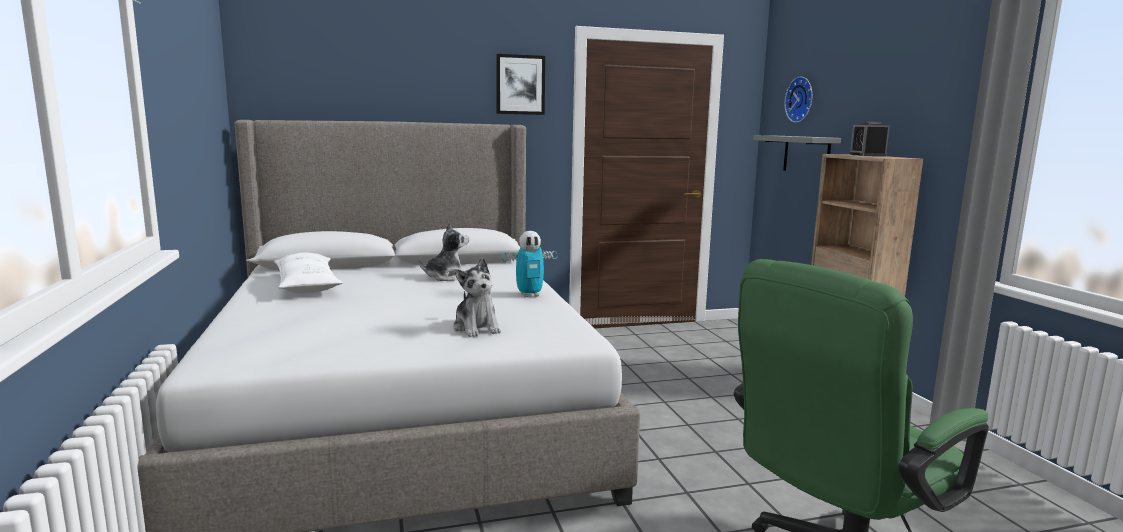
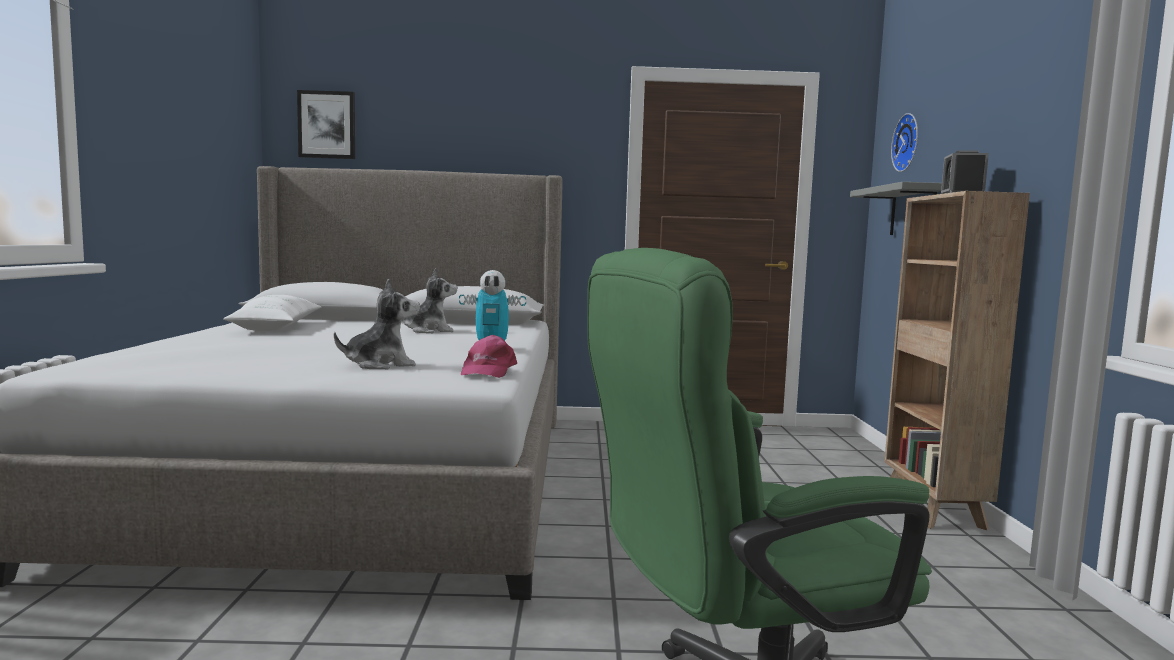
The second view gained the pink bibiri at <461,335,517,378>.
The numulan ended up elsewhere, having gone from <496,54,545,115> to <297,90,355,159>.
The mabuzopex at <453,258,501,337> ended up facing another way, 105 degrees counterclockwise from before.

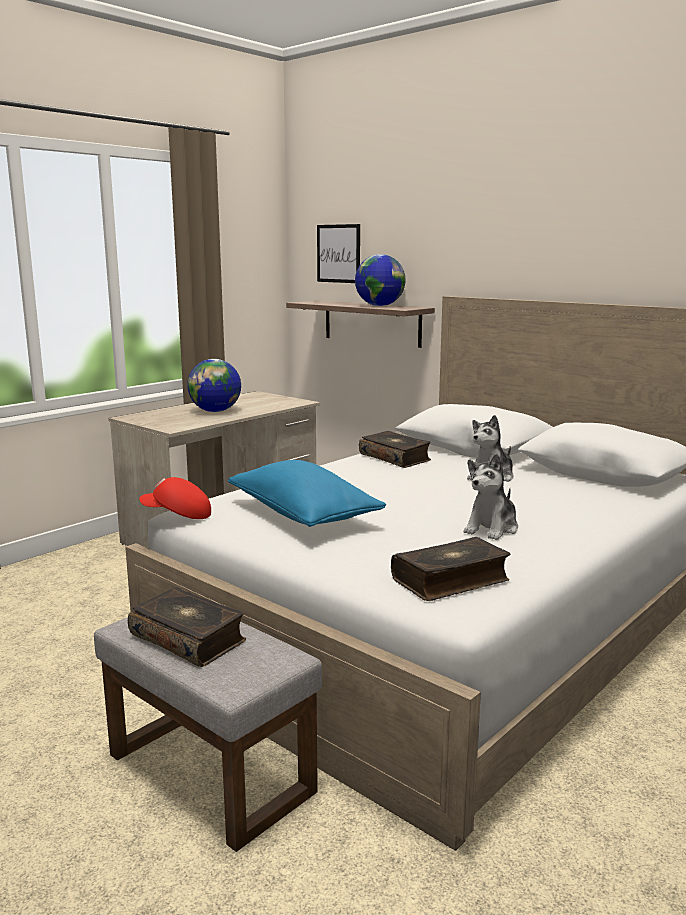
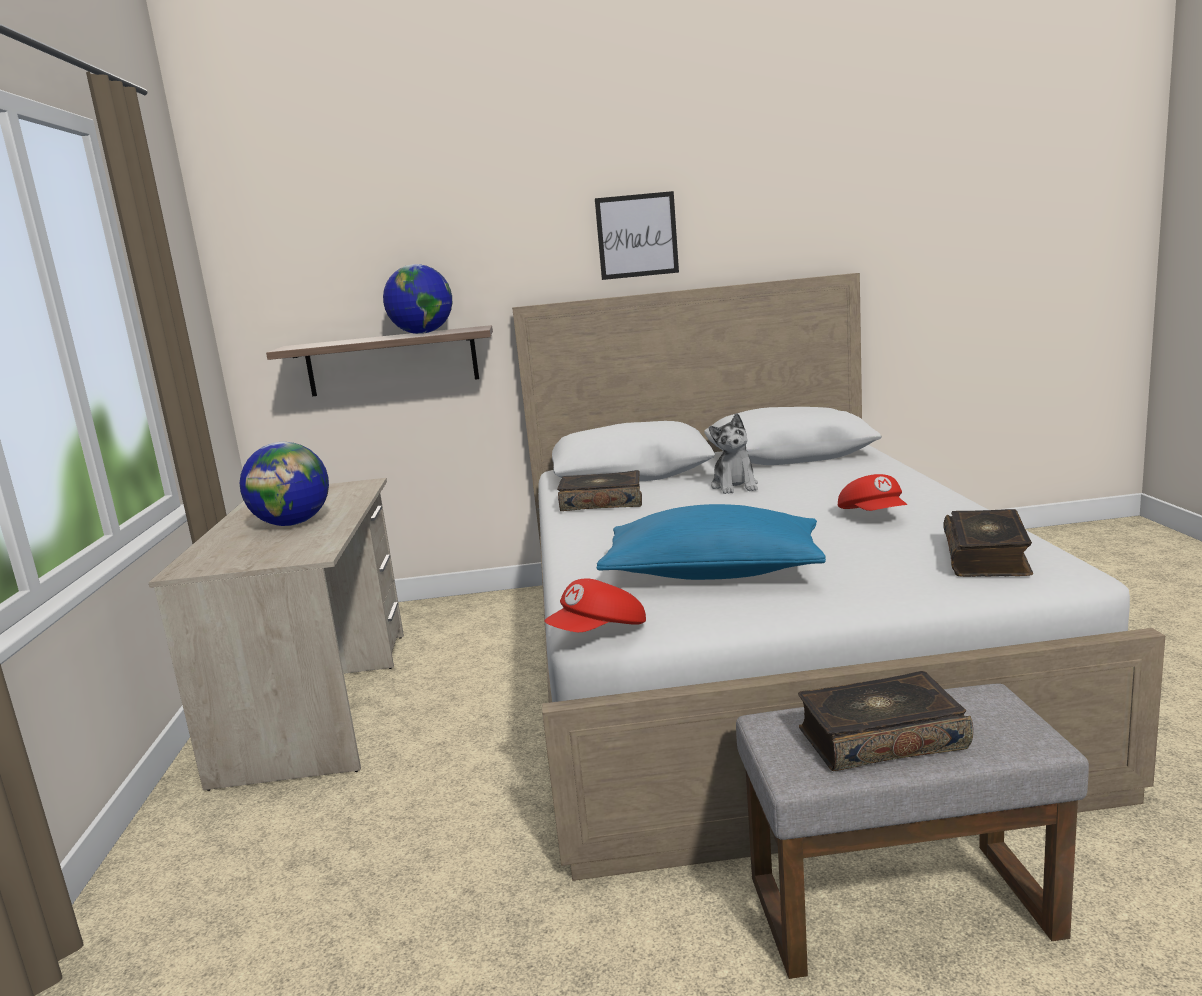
The numulan ended up elsewhere, having gone from <317,224,360,283> to <595,191,679,280>.
Where the mabuzopex stood at <464,454,518,540>, the red bibiri came to stand at <838,474,907,511>.

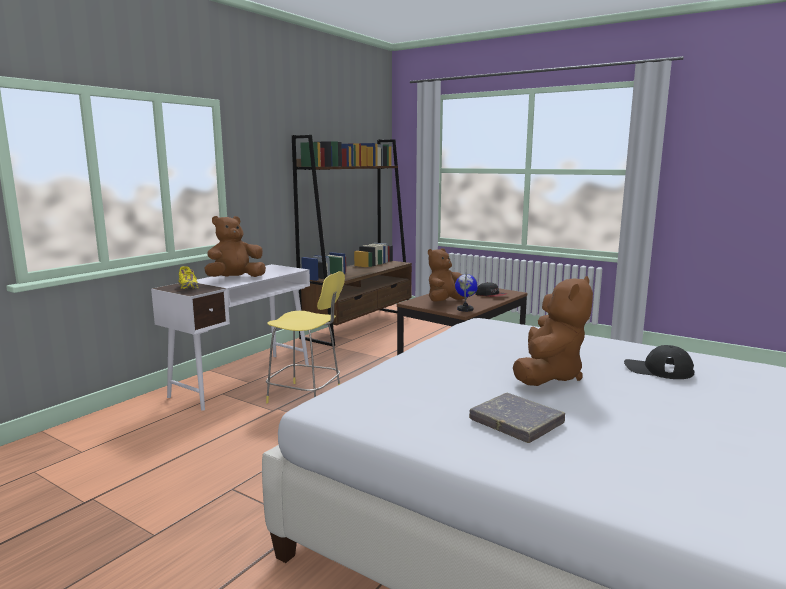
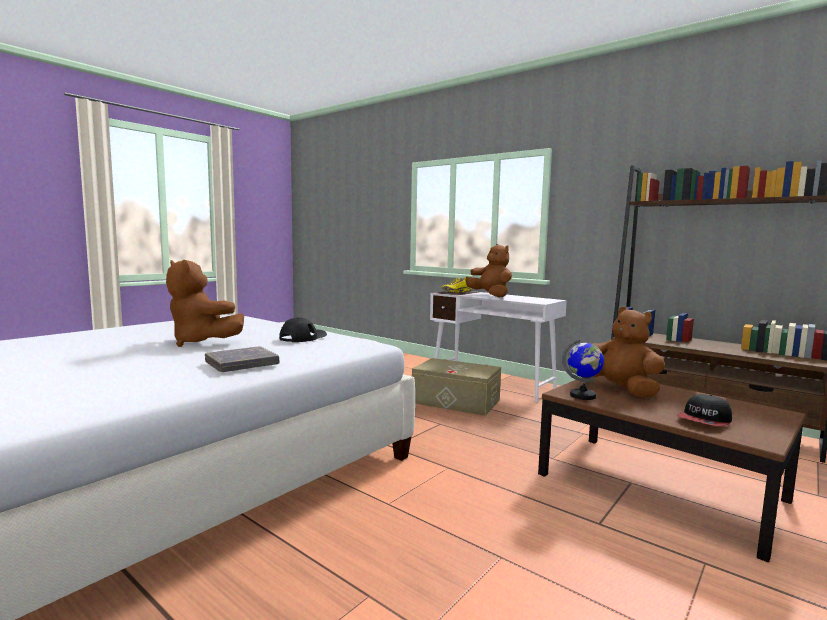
The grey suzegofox ended up elsewhere, having gone from <469,393,565,443> to <205,346,280,372>.
The black bibiri ended up elsewhere, having gone from <624,345,695,379> to <279,317,327,342>.
Where the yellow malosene stood at <266,271,345,403>, the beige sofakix came to stand at <412,358,501,416>.

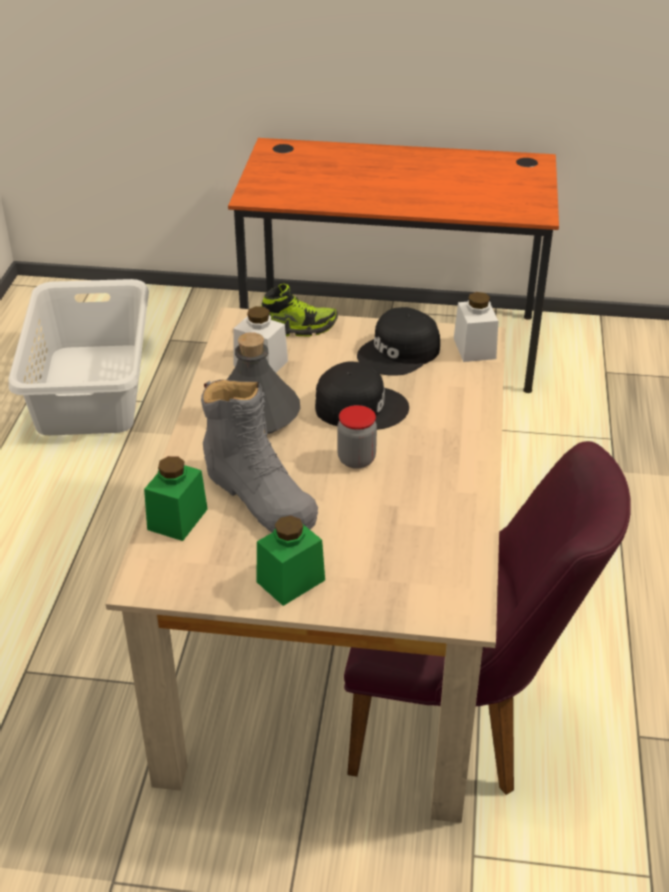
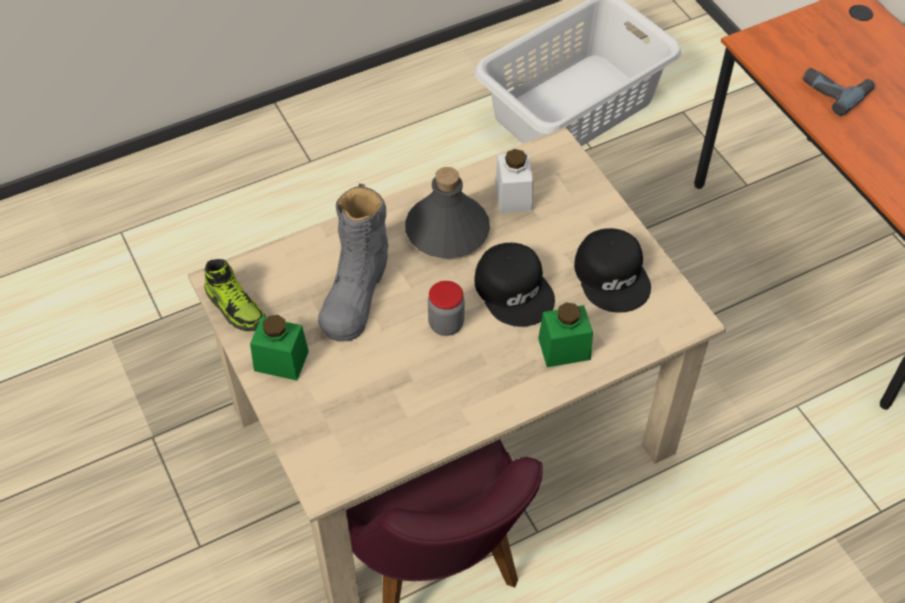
The second view lost the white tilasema at <454,292,498,362>.
The second view gained the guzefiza at <802,68,875,116>.
The green tilasema ended up elsewhere, having gone from <144,456,208,541> to <538,302,593,367>.
The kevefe ended up elsewhere, having gone from <261,284,338,337> to <204,259,266,332>.
The black bibiri at <357,307,440,376> ended up facing another way, 120 degrees counterclockwise from before.

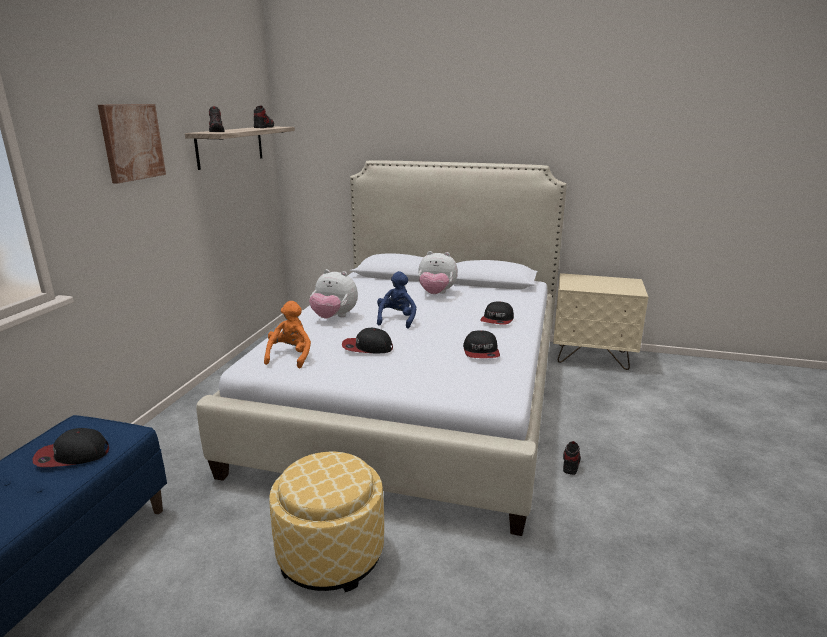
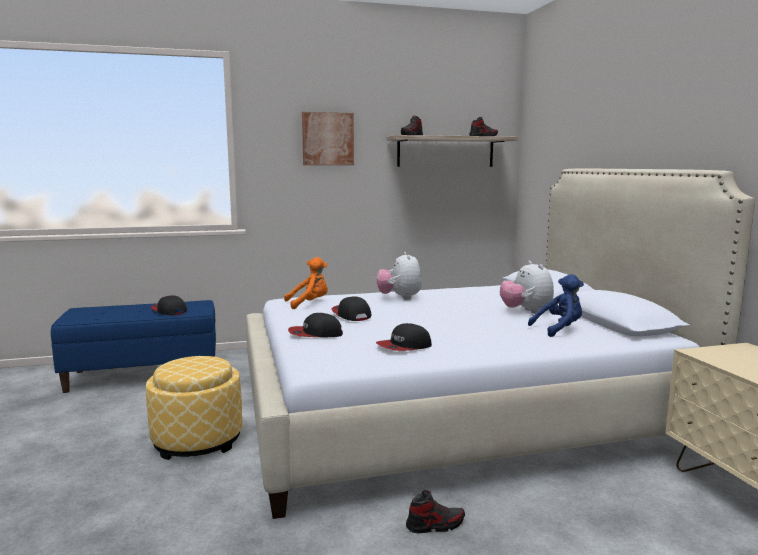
The blue mabuzopex ended up elsewhere, having gone from <377,271,416,329> to <528,274,584,337>.
The bibiri ended up elsewhere, having gone from <480,301,514,324> to <288,313,343,337>.

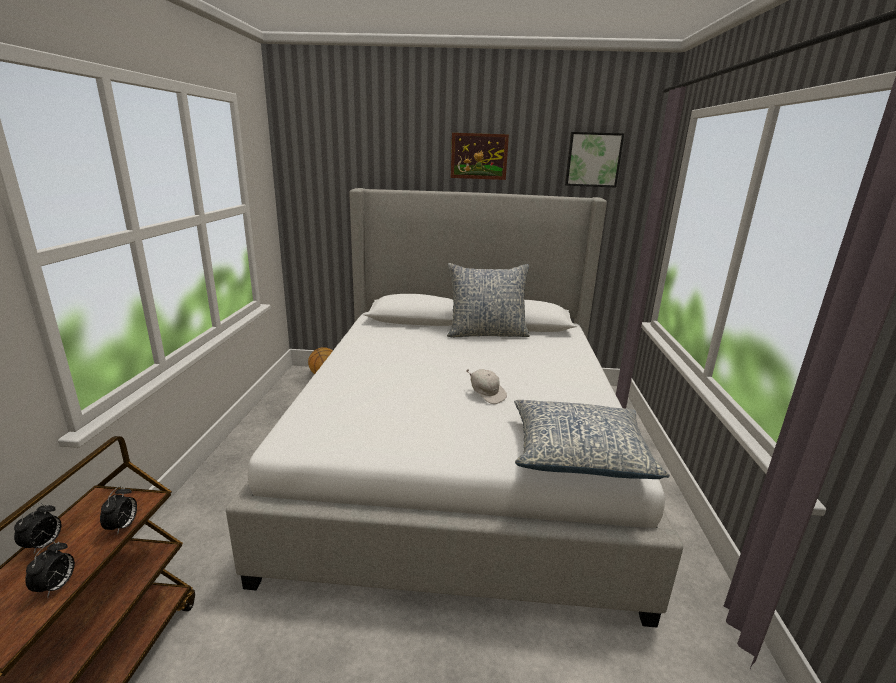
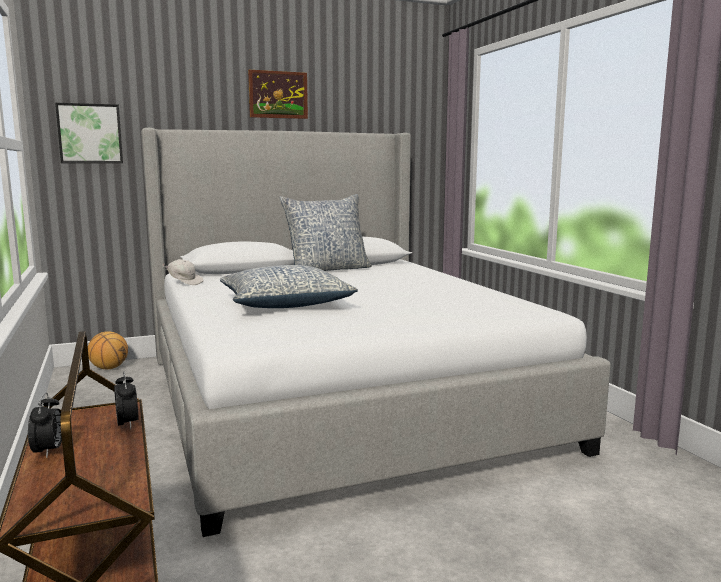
The second view lost the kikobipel at <25,541,75,597>.
The white bibiri ended up elsewhere, having gone from <467,369,507,404> to <163,259,204,285>.
The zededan ended up elsewhere, having gone from <514,400,670,479> to <220,265,358,308>.
The numulan ended up elsewhere, having gone from <565,132,624,187> to <55,103,123,163>.

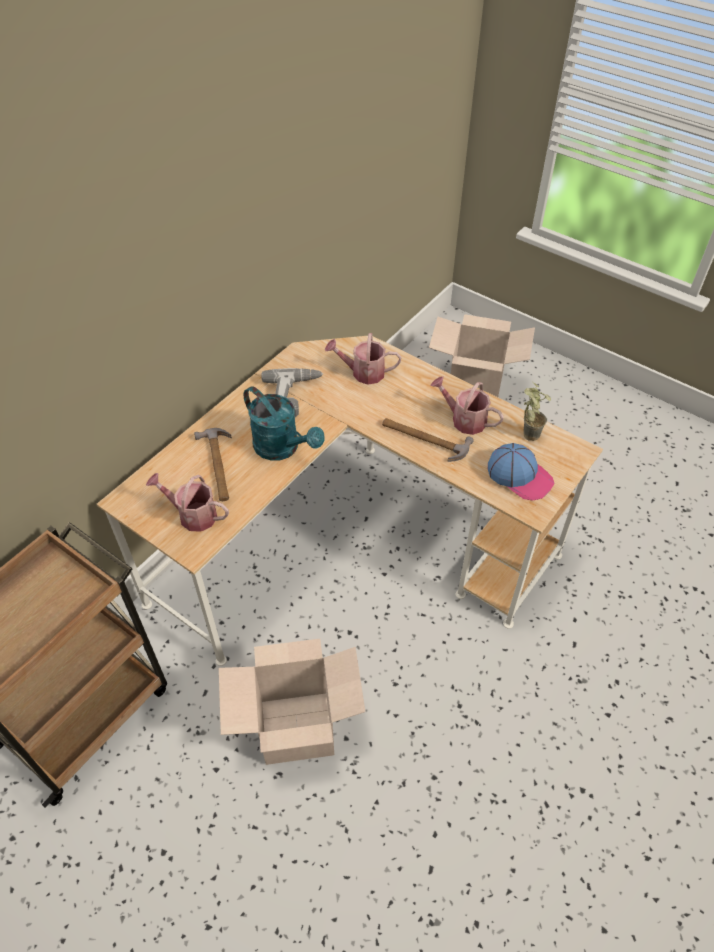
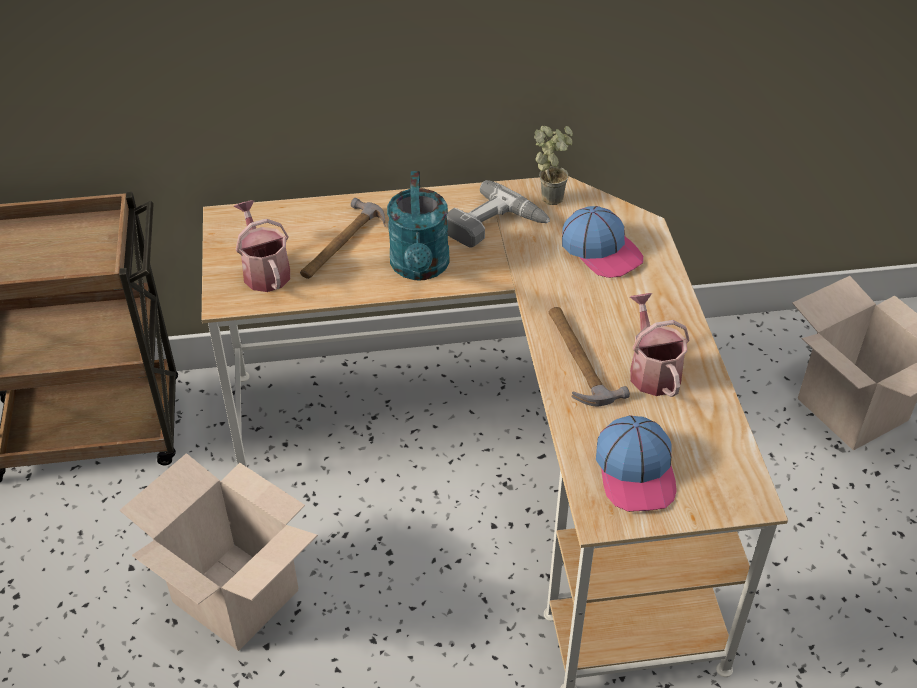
The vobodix ended up elsewhere, having gone from <523,382,551,441> to <534,126,573,205>.
Where the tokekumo stood at <325,333,401,384>, the bibiri came to stand at <562,206,643,278>.

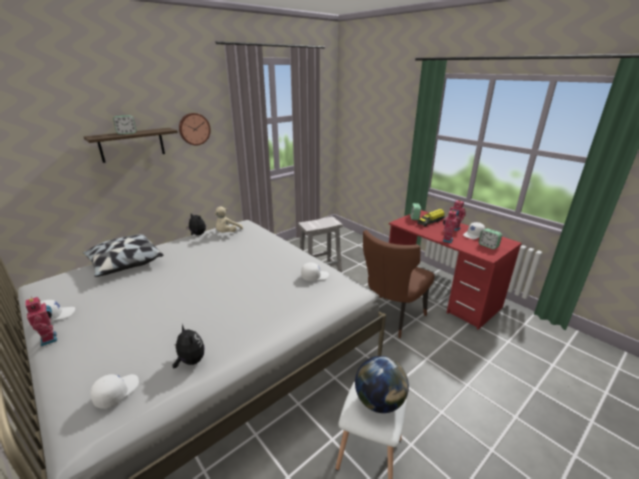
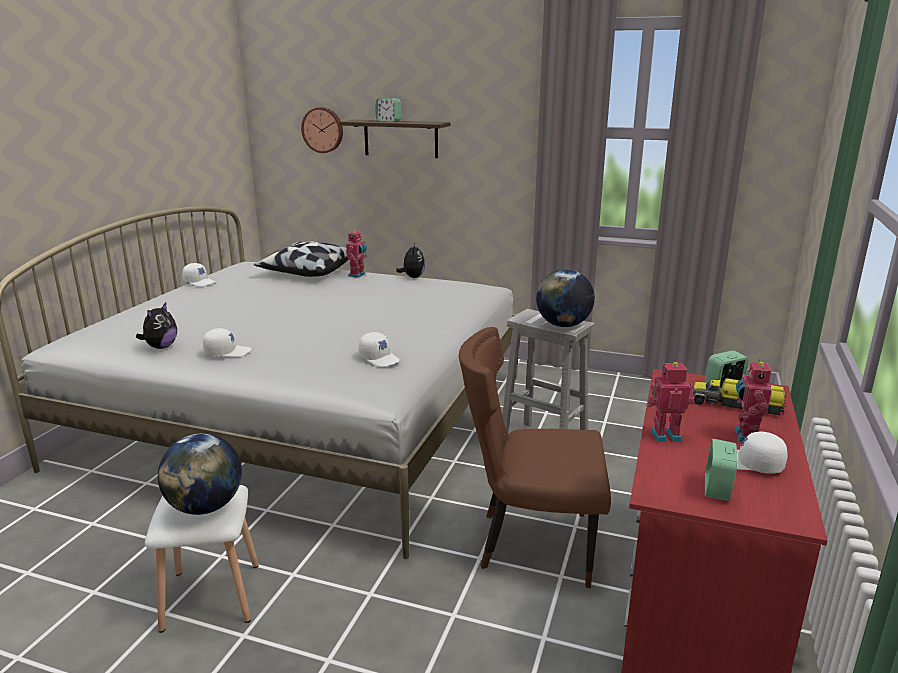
The second view lost the beige mabuzopex at <215,206,243,233>.
The second view gained the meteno at <536,269,595,327>.
The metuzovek ended up elsewhere, having gone from <25,296,57,346> to <346,230,368,278>.
The white bibiri ended up elsewhere, having gone from <90,374,139,409> to <203,328,251,357>.
The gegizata ended up elsewhere, having gone from <179,113,211,145> to <301,107,343,153>.

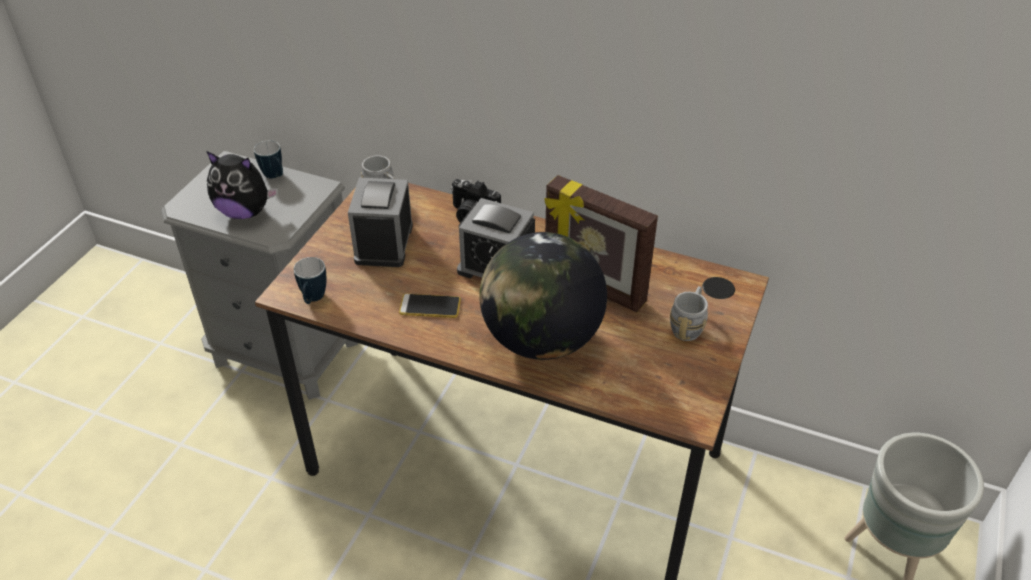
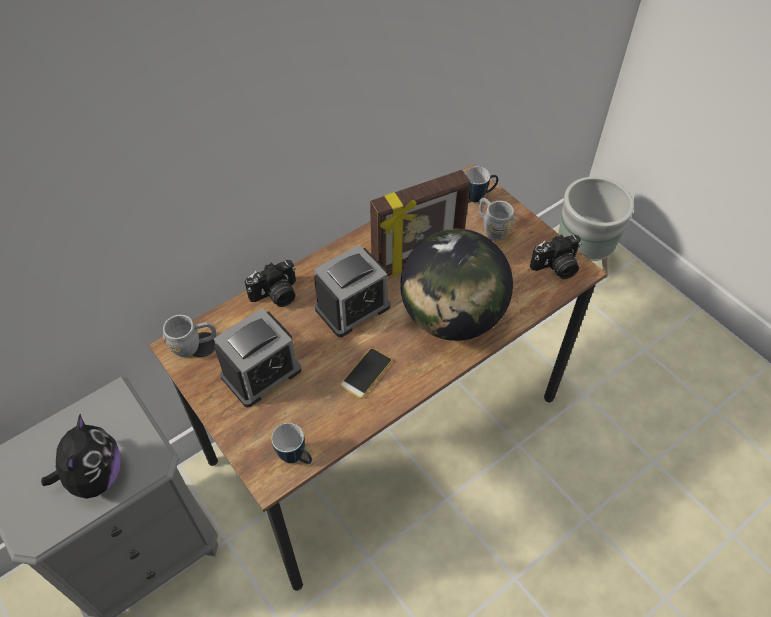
The second view gained the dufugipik at <530,235,581,279>.
The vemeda ended up elsewhere, having gone from <254,140,283,178> to <465,166,498,202>.
The mabuzopex at <206,151,278,219> ended up facing another way, 45 degrees counterclockwise from before.
The kikobipel at <348,177,413,267> ended up facing another way, 75 degrees counterclockwise from before.

